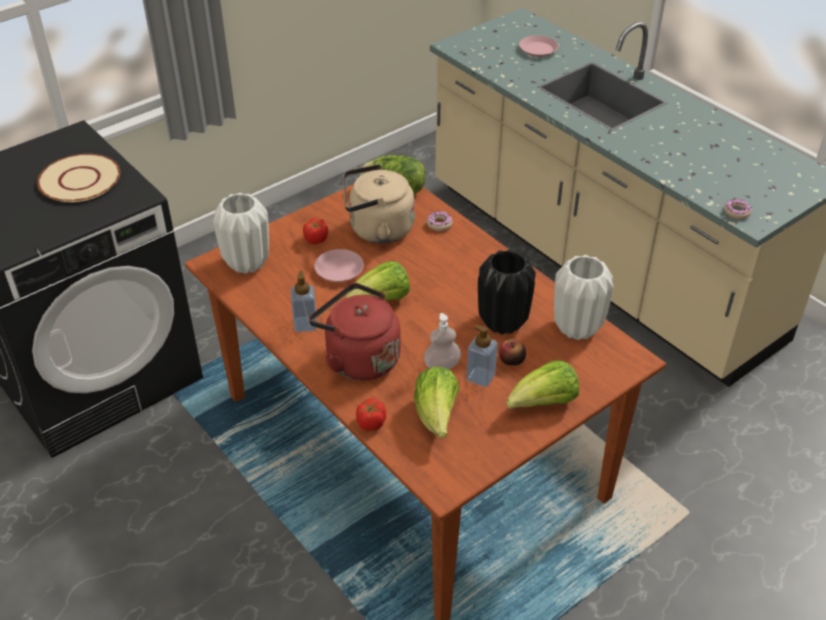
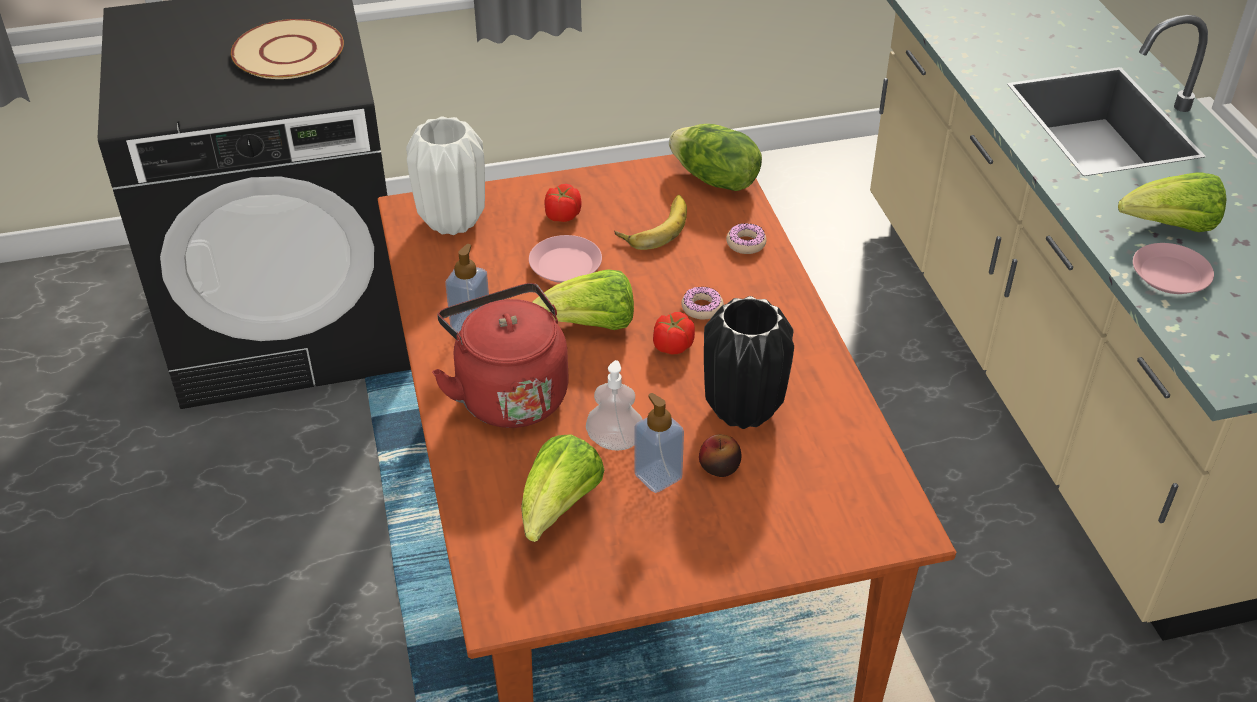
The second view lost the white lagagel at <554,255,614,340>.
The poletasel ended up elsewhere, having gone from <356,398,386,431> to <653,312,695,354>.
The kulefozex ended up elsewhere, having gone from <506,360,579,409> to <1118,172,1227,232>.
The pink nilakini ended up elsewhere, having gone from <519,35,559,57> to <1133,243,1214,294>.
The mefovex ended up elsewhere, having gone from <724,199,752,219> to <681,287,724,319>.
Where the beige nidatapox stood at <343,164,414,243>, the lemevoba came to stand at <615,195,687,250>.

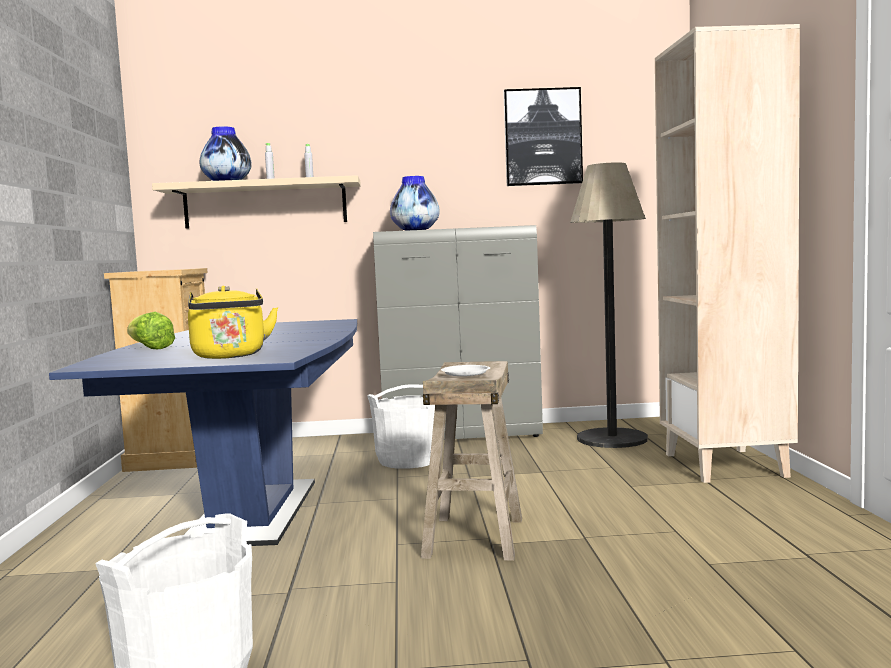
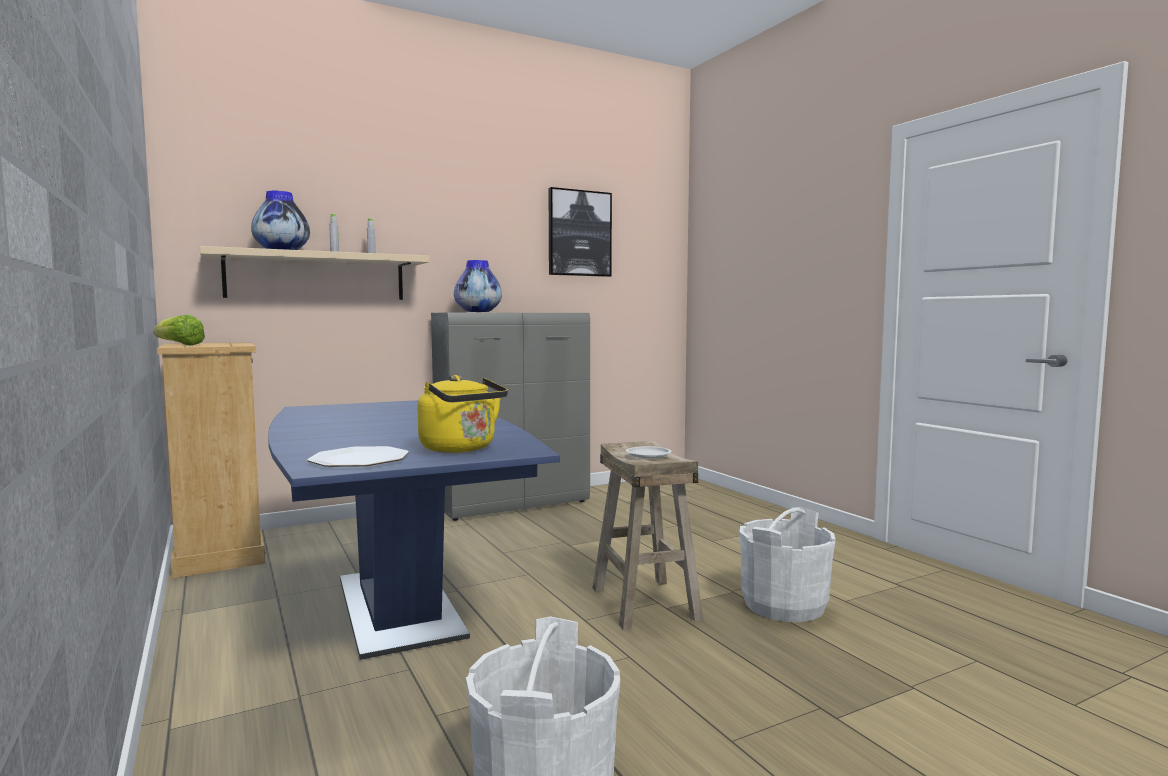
The second view lost the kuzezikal at <570,162,648,448>.
The second view lost the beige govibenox at <655,24,800,483>.
The second view gained the nilakini at <307,446,409,467>.
The kulefozex ended up elsewhere, having gone from <127,312,175,349> to <153,314,205,345>.
The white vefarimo ended up elsewhere, having gone from <367,384,435,469> to <739,507,836,622>.

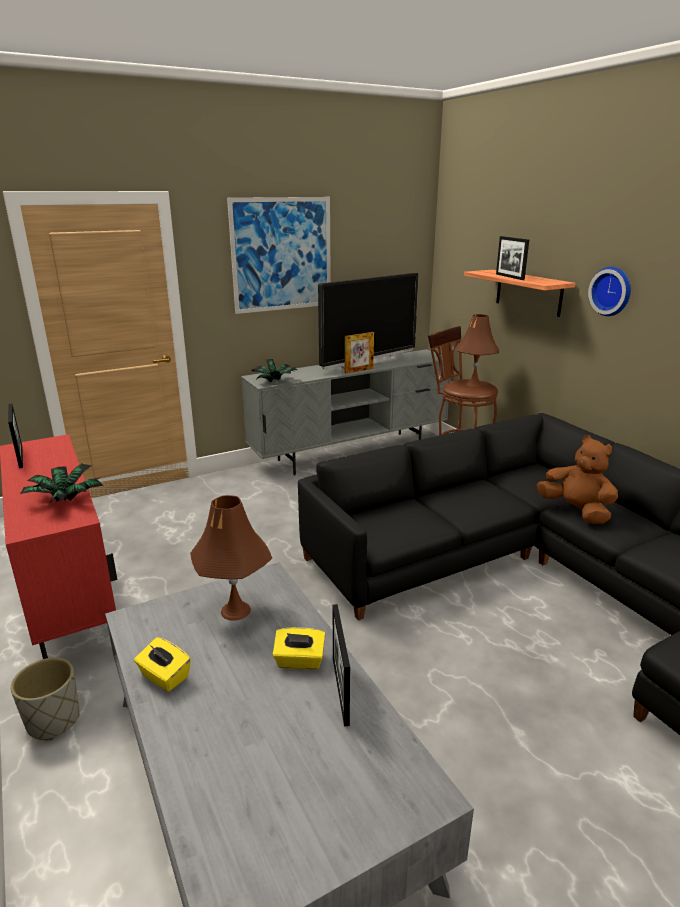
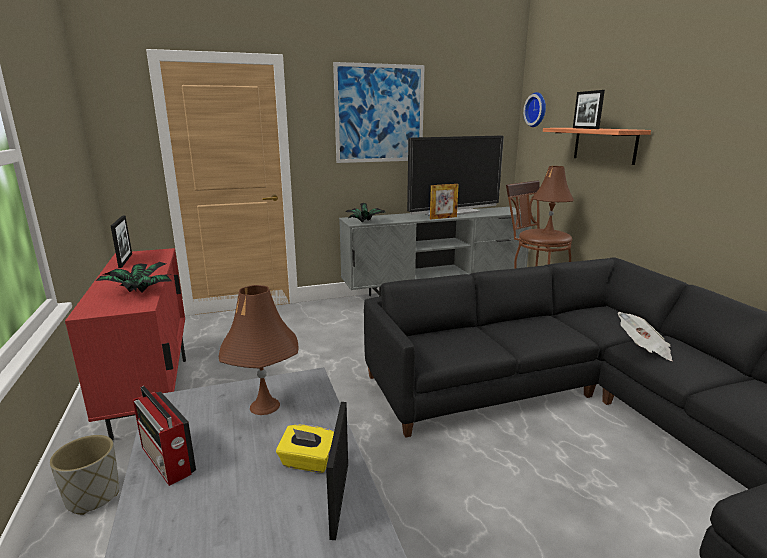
The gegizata ended up elsewhere, having gone from <588,267,631,316> to <523,92,546,127>.
Where the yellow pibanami stood at <134,637,191,692>, the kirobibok came to stand at <133,386,196,486>.
Where the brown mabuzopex stood at <536,435,618,524>, the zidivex came to stand at <618,312,673,361>.

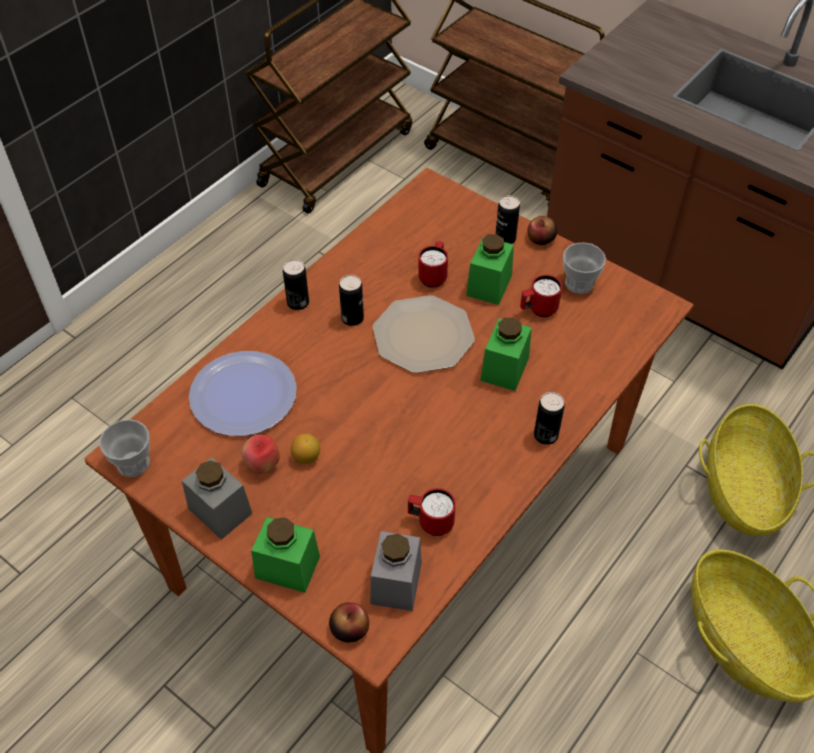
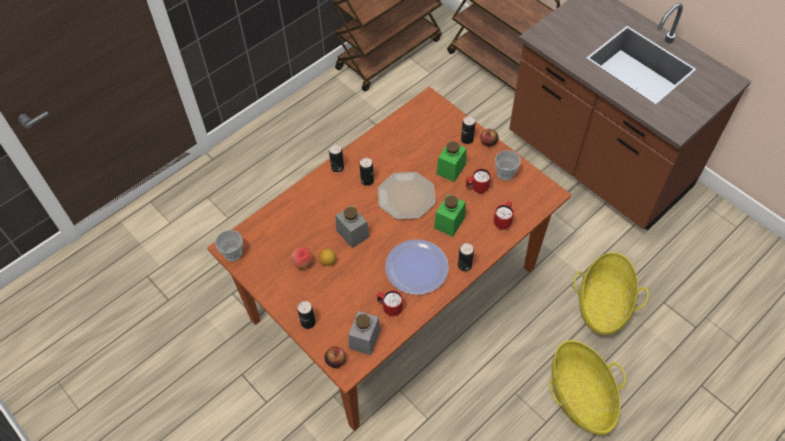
The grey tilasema ended up elsewhere, having gone from <182,457,252,540> to <335,205,369,248>.
The nilakini ended up elsewhere, having gone from <189,351,297,436> to <385,239,449,295>.
The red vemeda ended up elsewhere, having gone from <418,241,448,288> to <494,201,514,230>.
Where the green tilasema stood at <251,517,320,593>, the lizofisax came to stand at <297,301,316,329>.

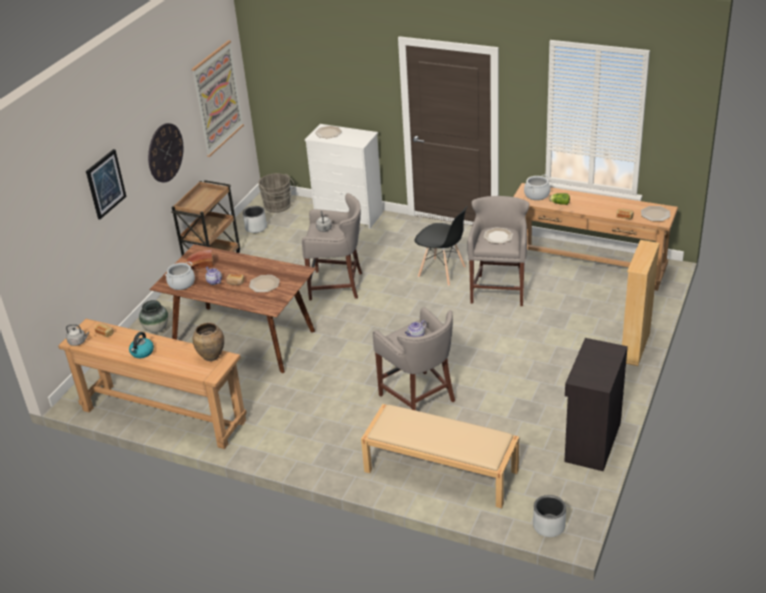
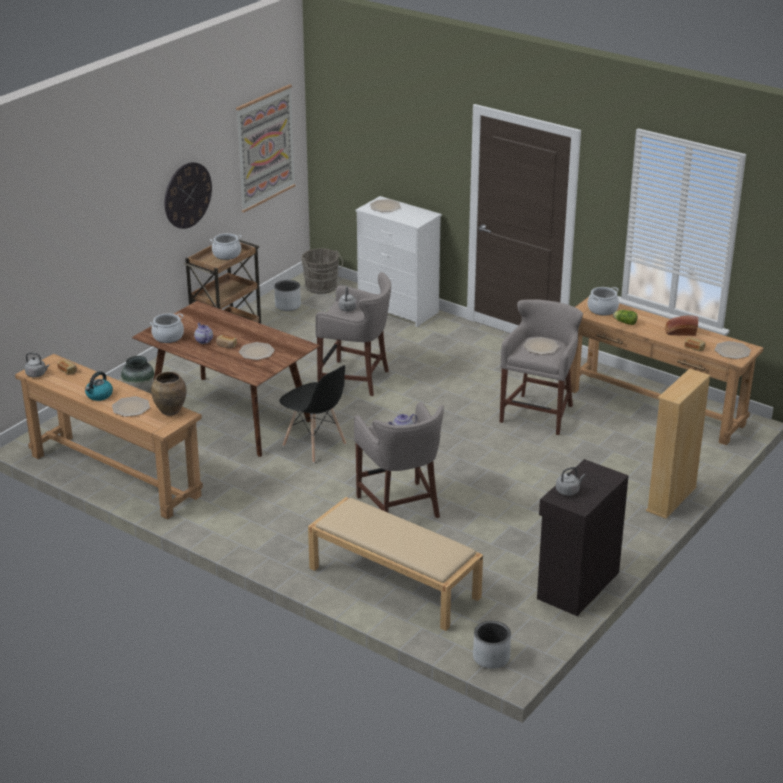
The second view lost the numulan at <86,149,126,219>.
The second view gained the nilakini at <112,396,150,417>.
The second view gained the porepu at <210,233,242,260>.
The second view gained the grey nidatapox at <556,467,585,496>.
The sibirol ended up elsewhere, having gone from <187,250,213,270> to <665,315,698,336>.
The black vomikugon ended up elsewhere, having gone from <414,206,467,286> to <279,365,346,463>.

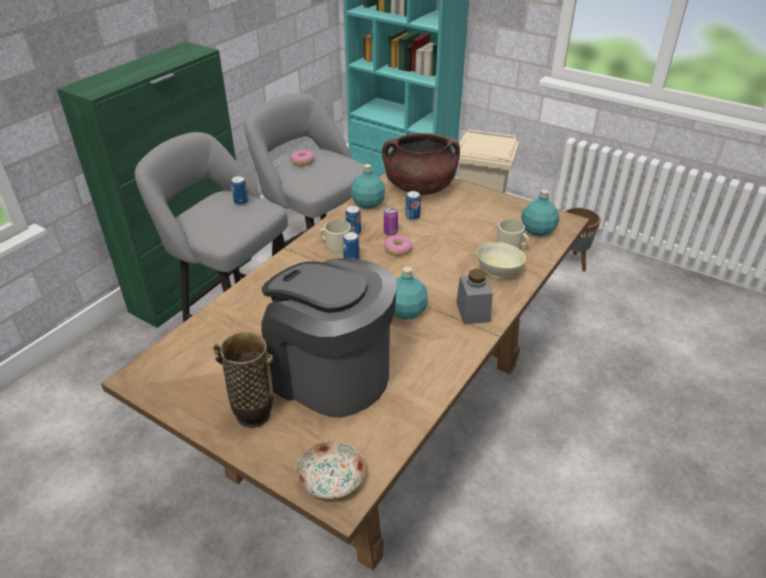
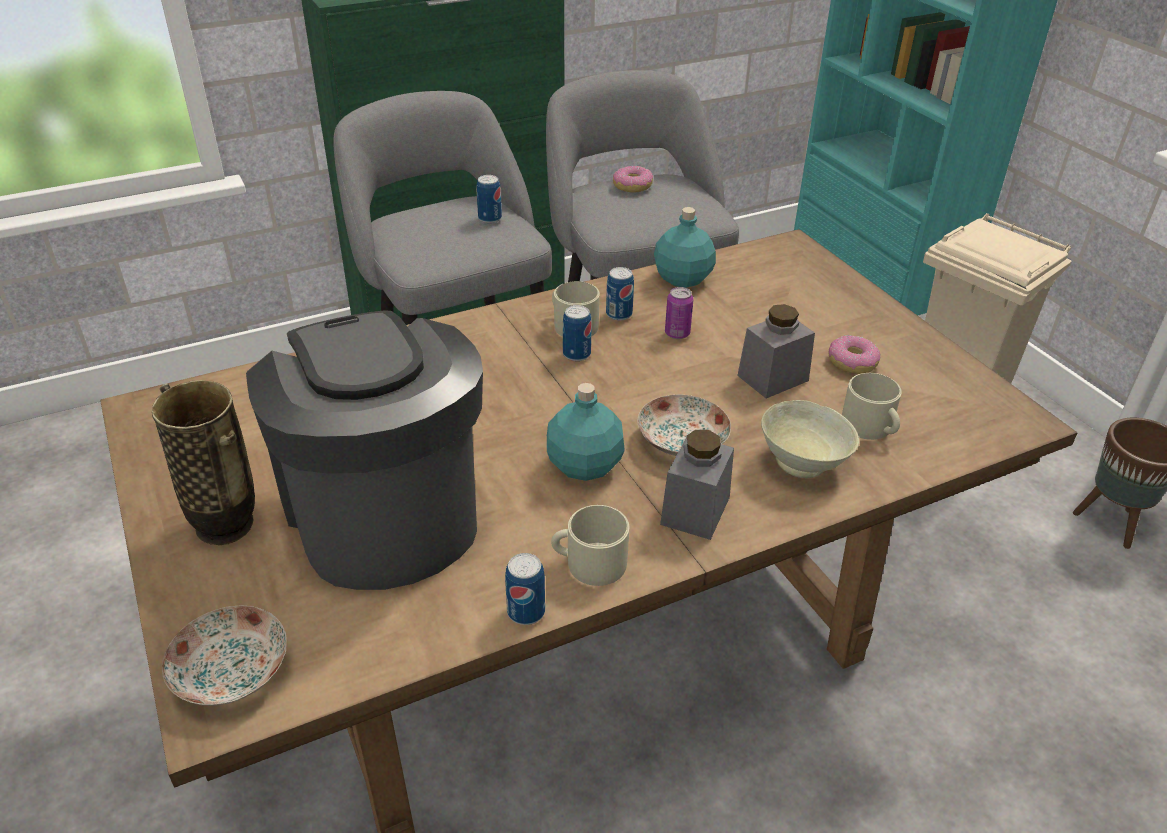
The second view lost the brown porepu at <382,133,460,195>.
The second view lost the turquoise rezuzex at <521,189,559,236>.
The second view gained the beige vemeda at <551,505,629,586>.
The second view gained the nilakini at <638,395,731,456>.
The second view gained the grey tilasema at <737,304,815,398>.
The mefovex ended up elsewhere, having gone from <384,235,412,256> to <829,335,881,374>.
The lizofisax ended up elsewhere, having gone from <405,191,421,220> to <505,553,545,625>.

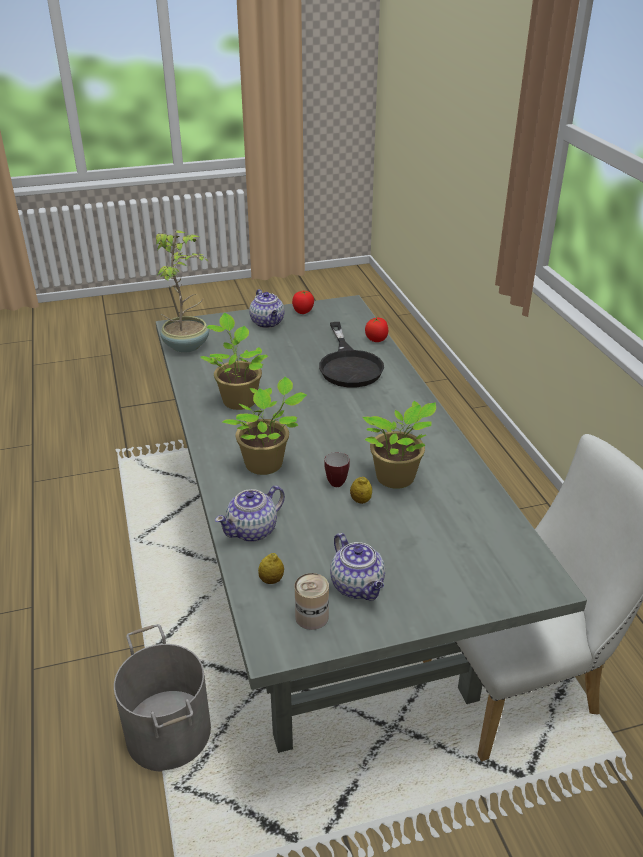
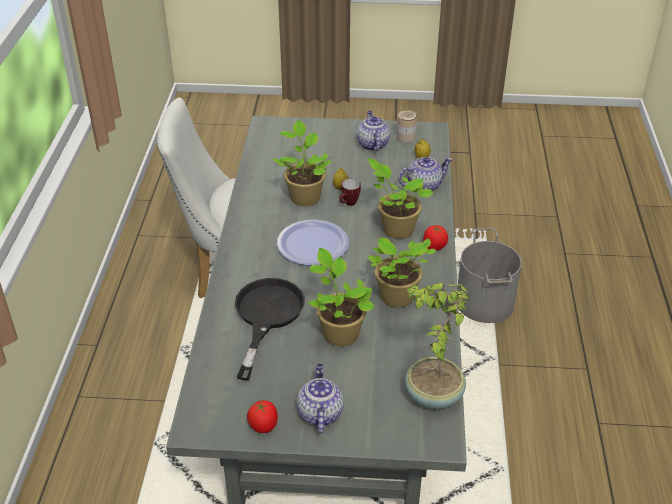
The second view gained the nilakini at <277,220,349,266>.
The second view gained the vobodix at <308,248,375,347>.
The poletasel ended up elsewhere, having gone from <365,317,388,342> to <423,225,448,251>.

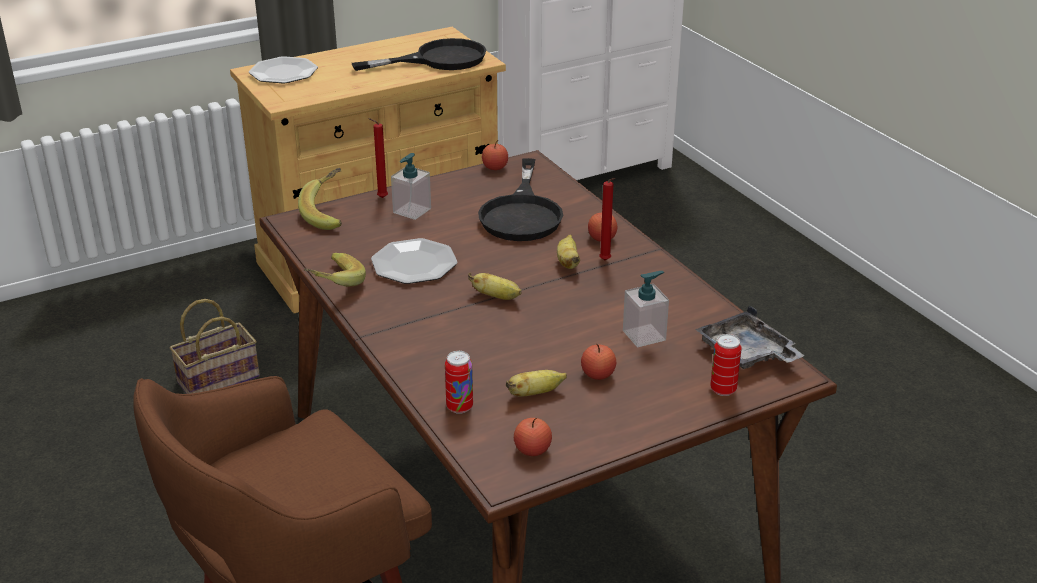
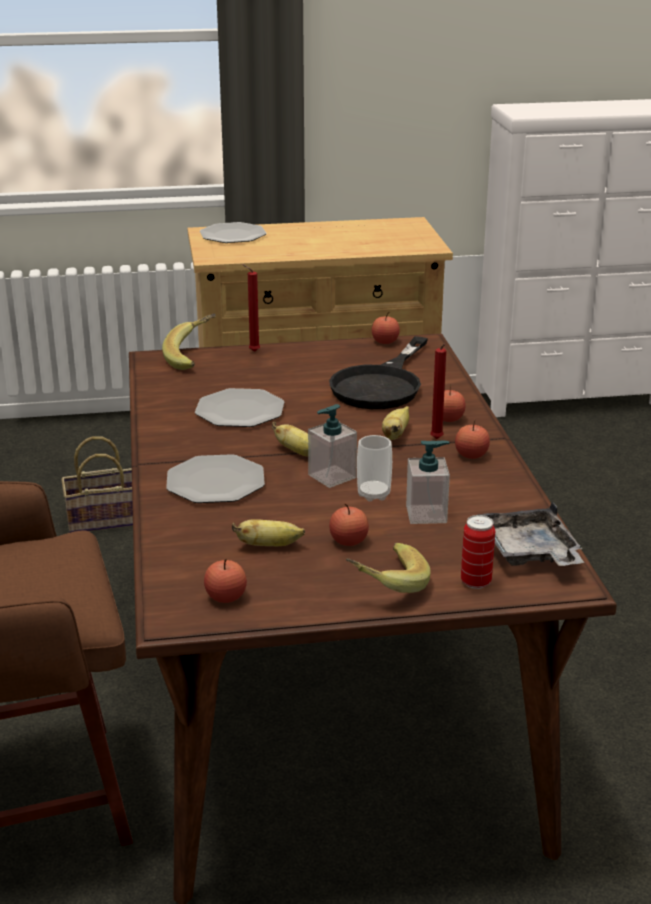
The second view lost the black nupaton at <352,38,487,71>.
The second view lost the lizofisax at <445,351,473,414>.
The second view gained the nilakini at <166,454,265,503>.
The second view gained the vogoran at <357,435,392,501>.
The second view gained the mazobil at <455,419,490,459>.
The lemevoba ended up elsewhere, having gone from <304,253,366,287> to <345,543,431,593>.
The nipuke ended up elsewhere, having gone from <391,153,431,220> to <308,404,357,488>.

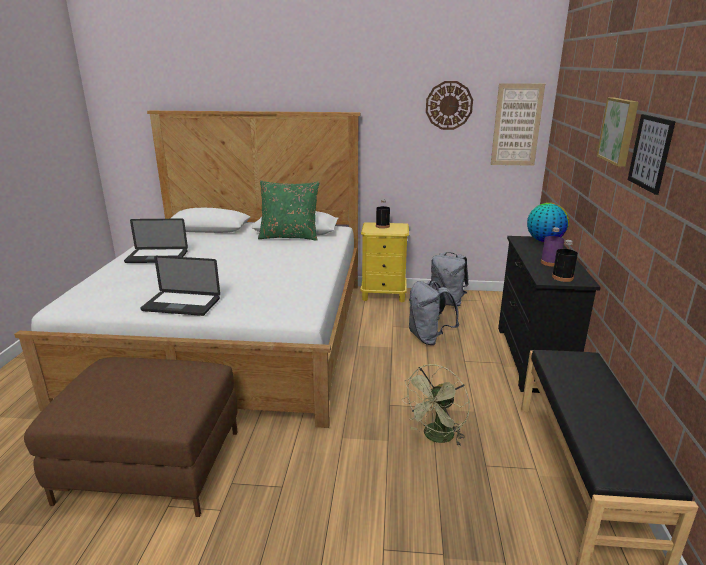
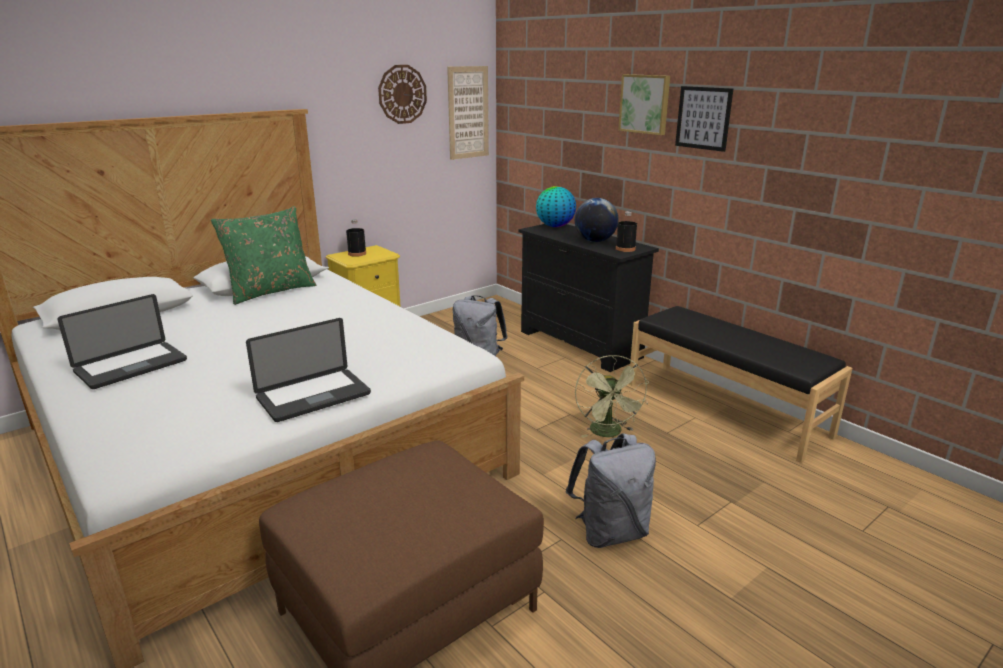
The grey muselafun ended up elsewhere, having gone from <431,252,469,306> to <566,433,656,548>.
Where the purple rezuzex stood at <541,227,564,267>, the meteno came to stand at <575,198,618,242>.

